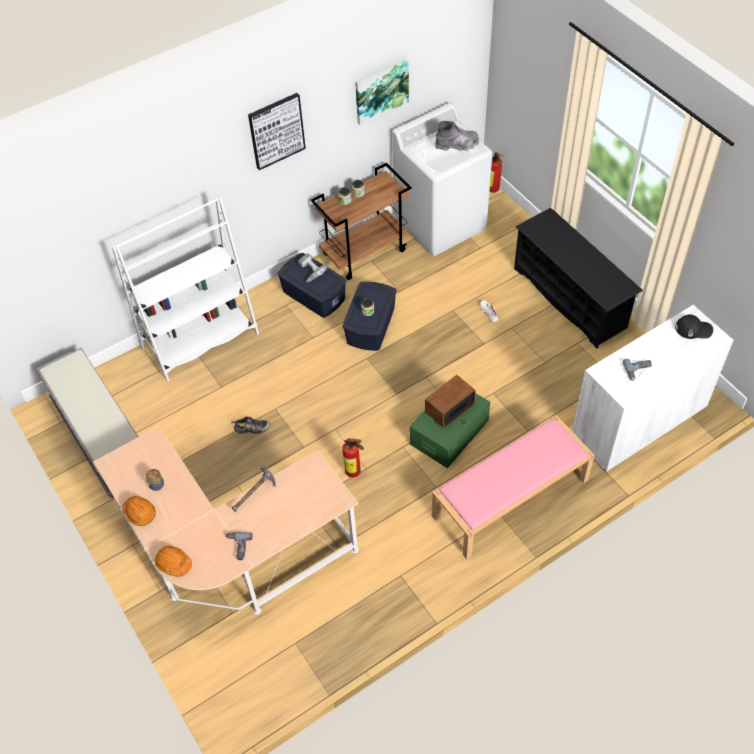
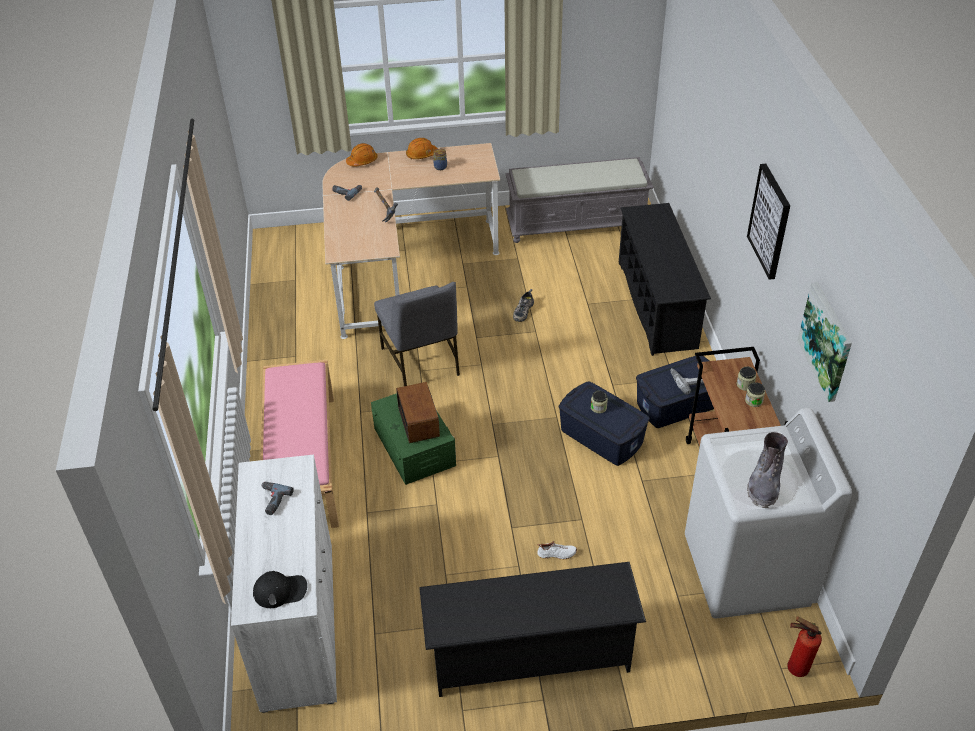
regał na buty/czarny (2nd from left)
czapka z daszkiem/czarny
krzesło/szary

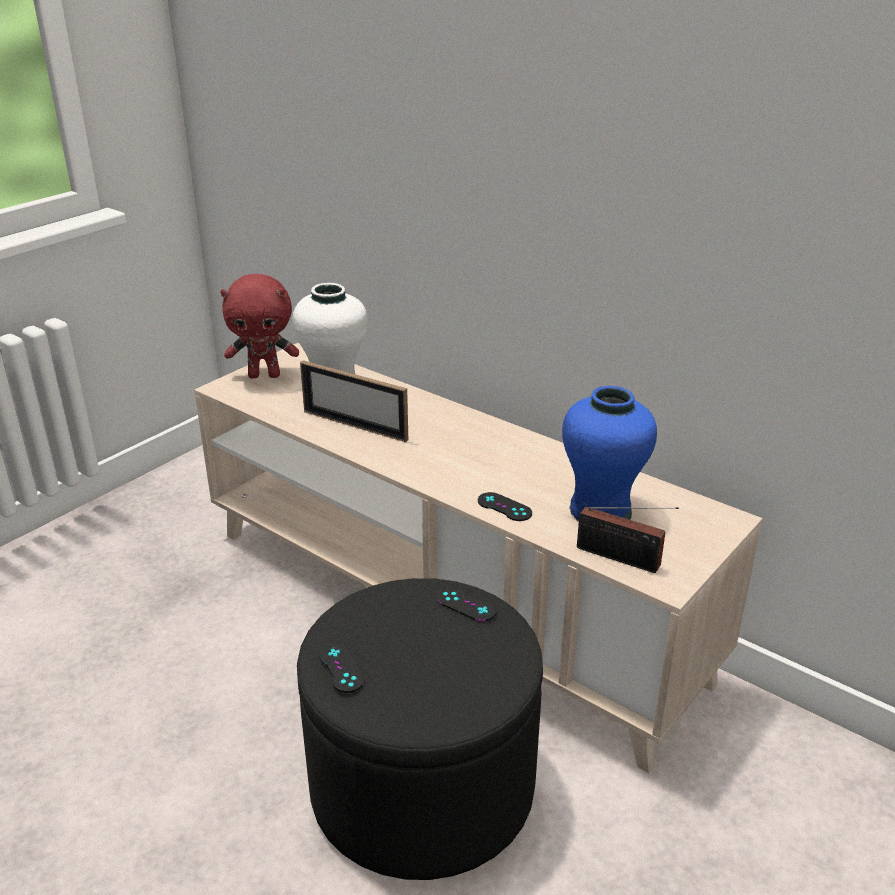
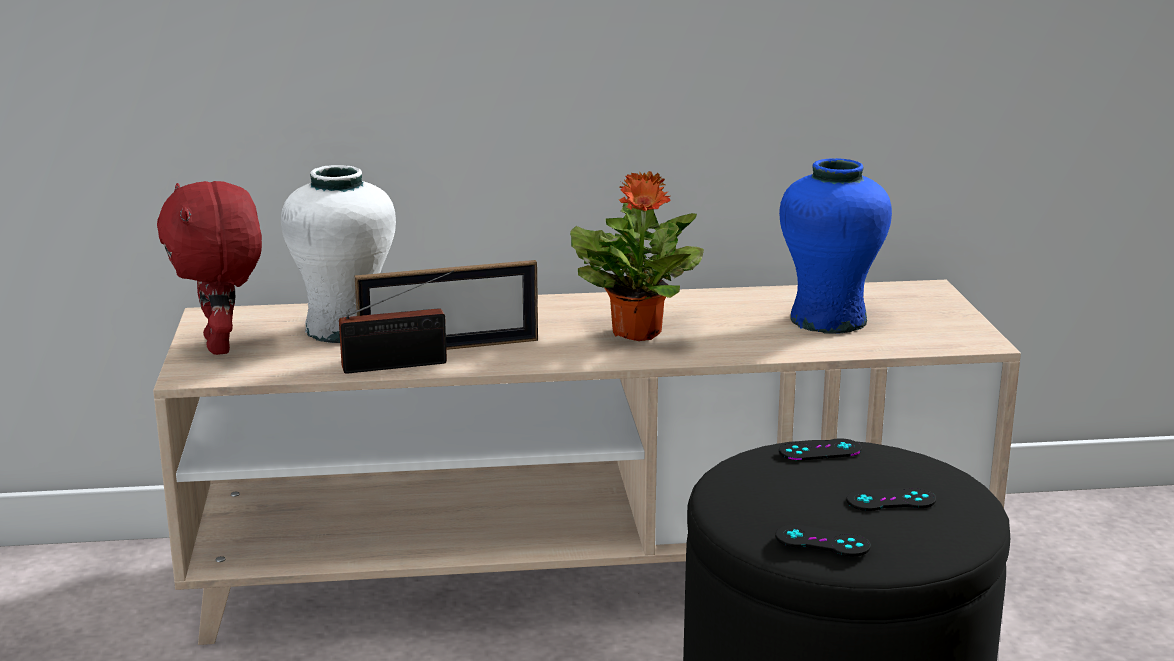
pluszak/czerwony
pad do gier/czarny (3rd from left)
radio
roślina doniczkowa

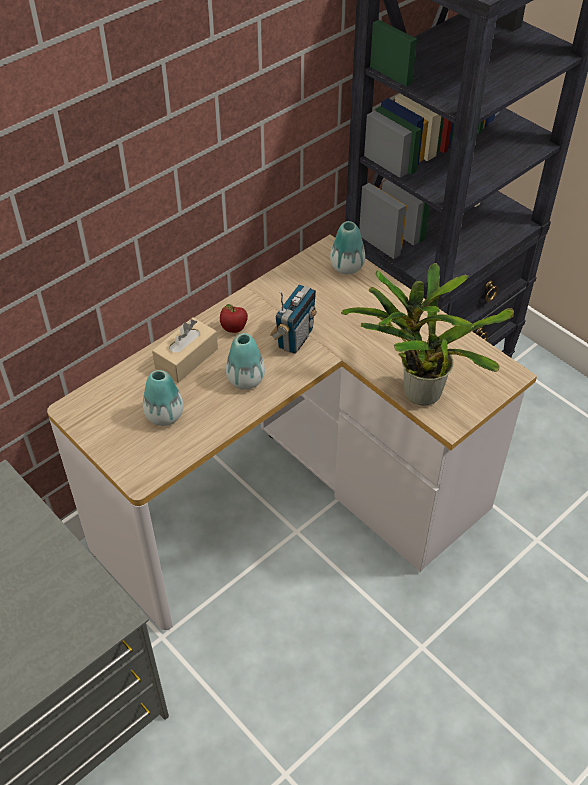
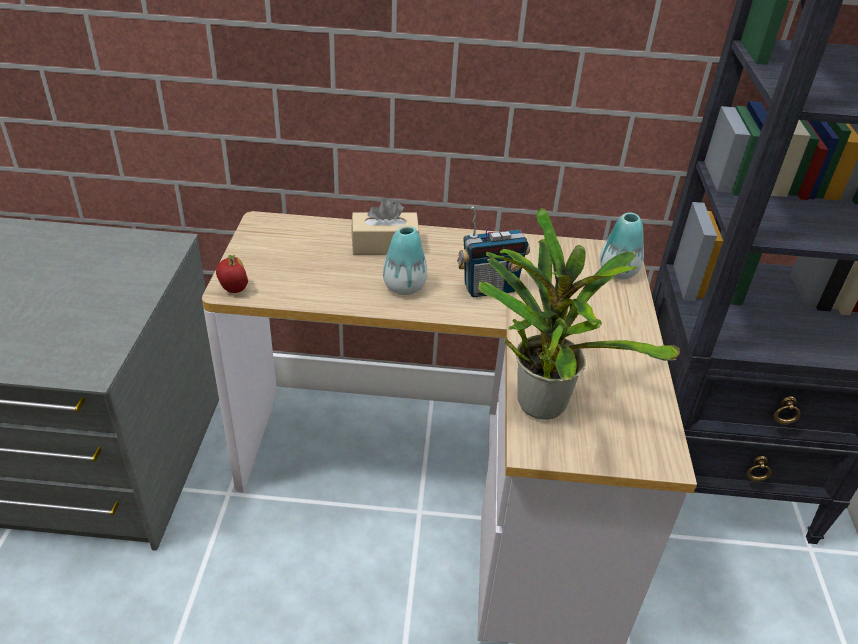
jabłko
wazon (1st from left in the first image)

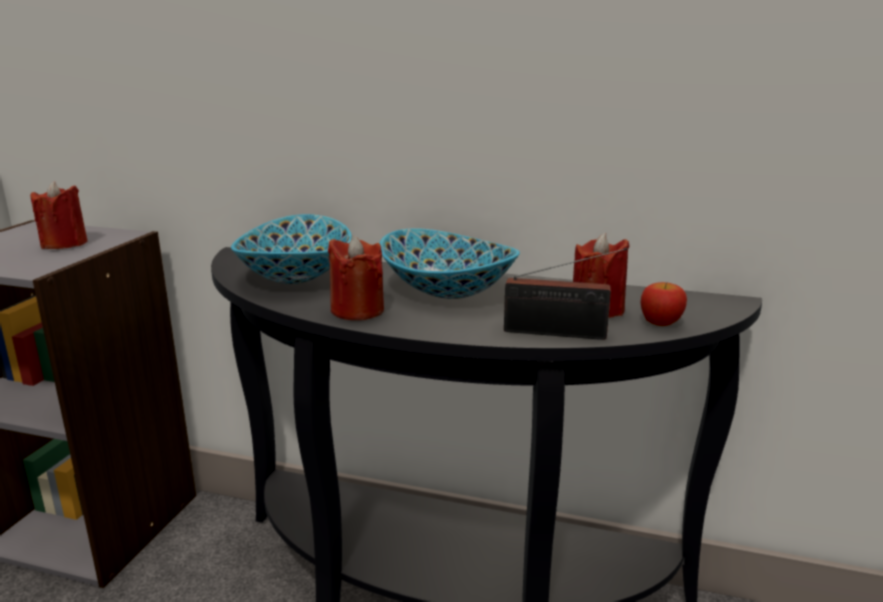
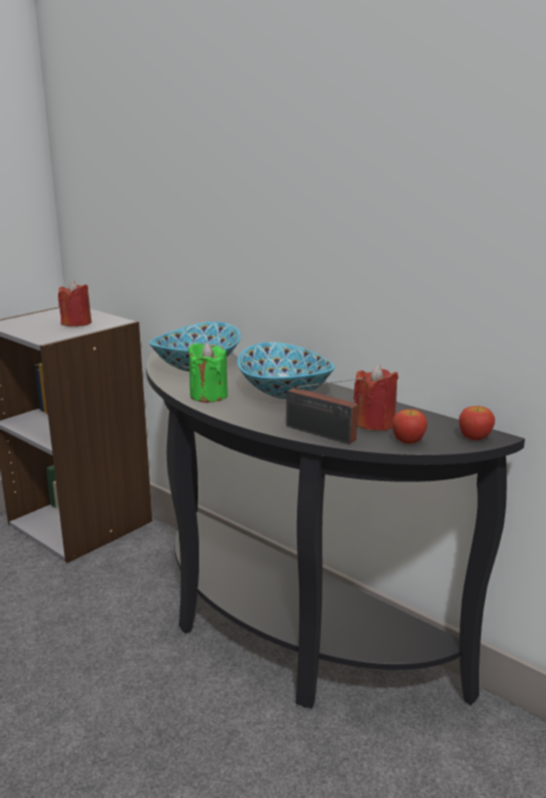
świeca/zielony
jabłko (2nd from left)

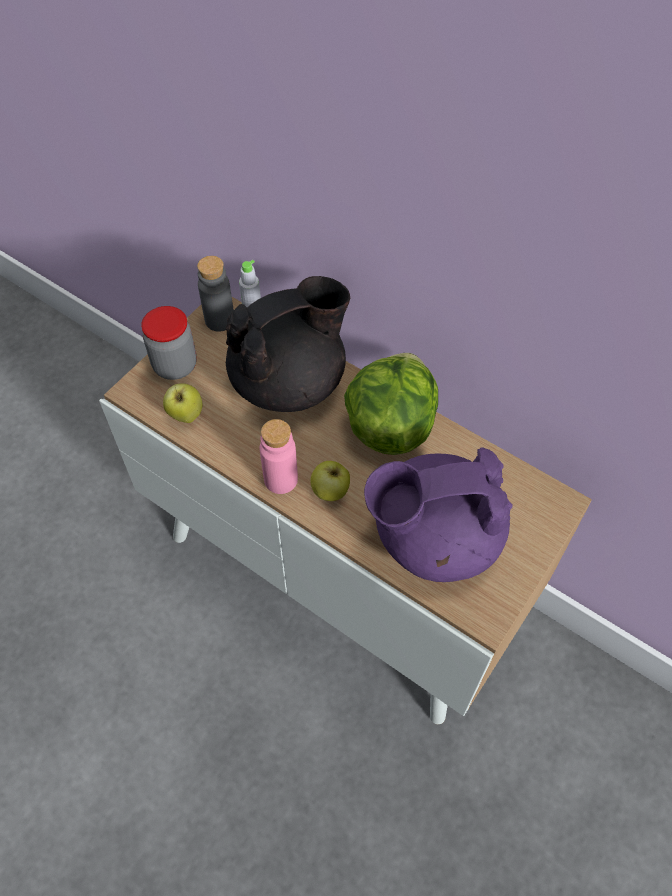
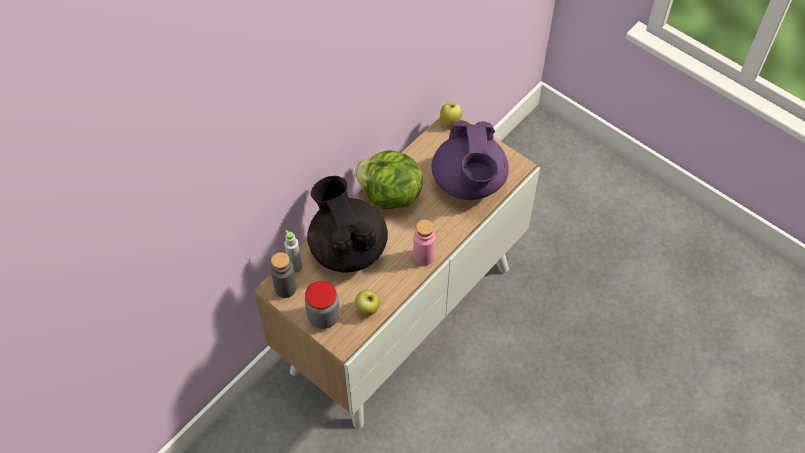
jabłko (2nd from left)

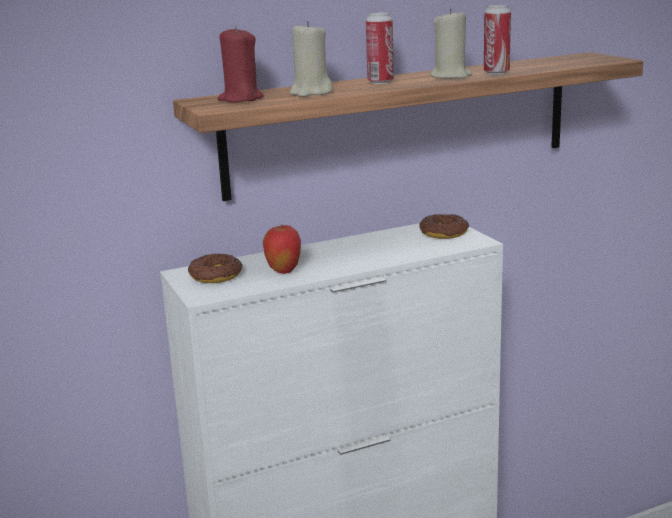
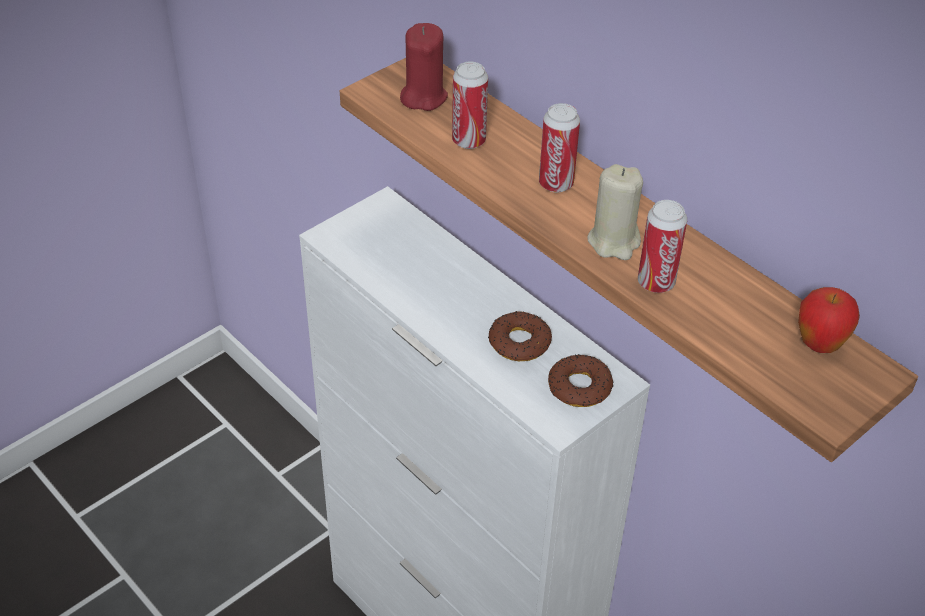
puszka (1st from left)
jabłko
donut (1st from left)

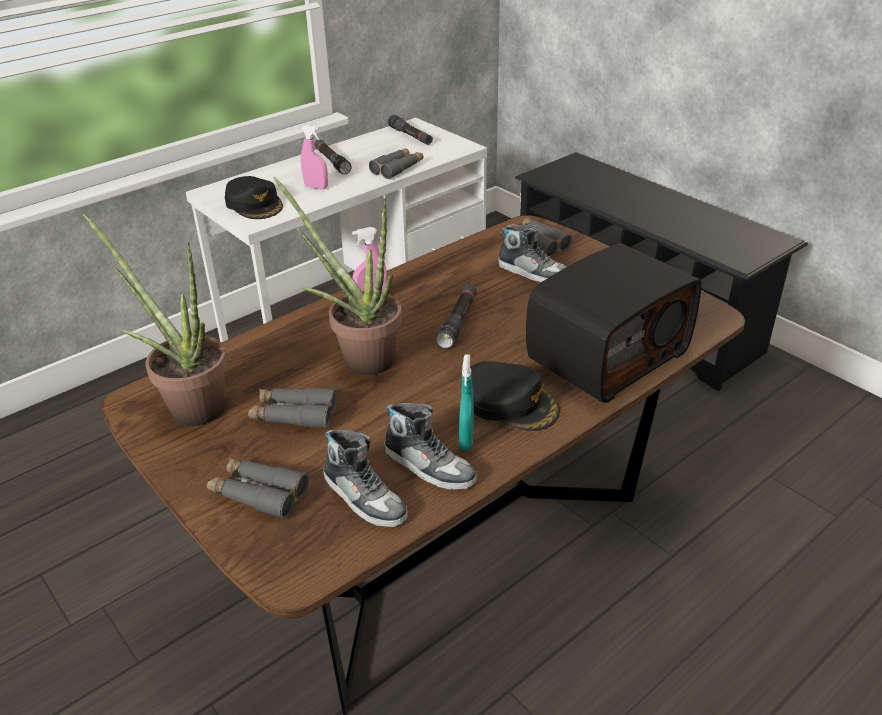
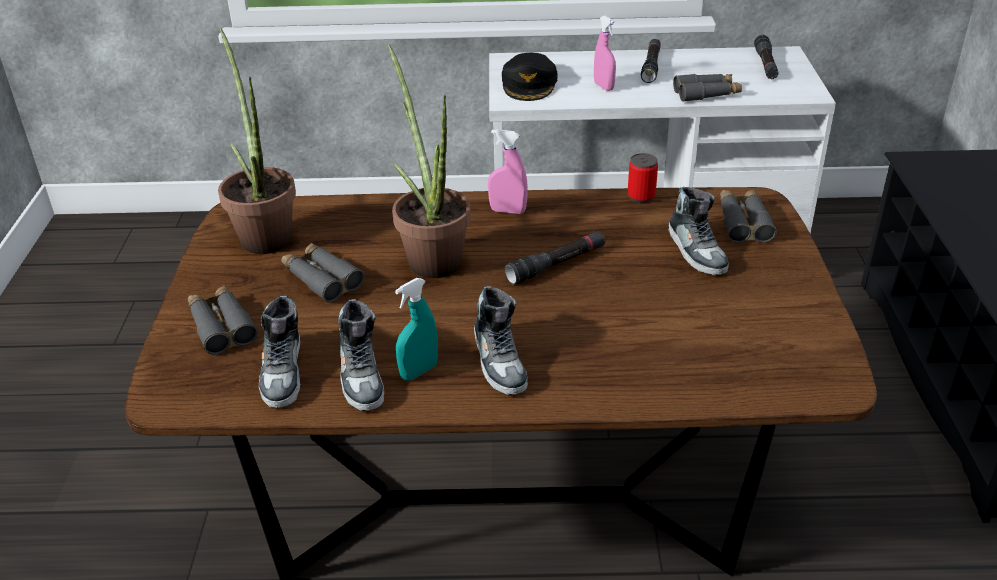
radio
but (3rd from left)
puszka

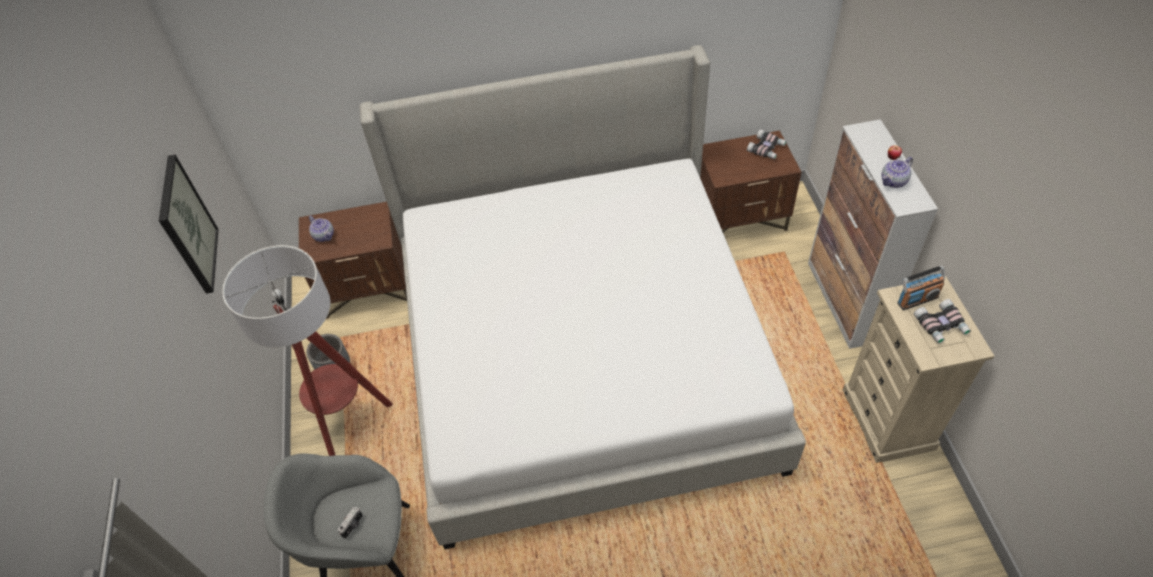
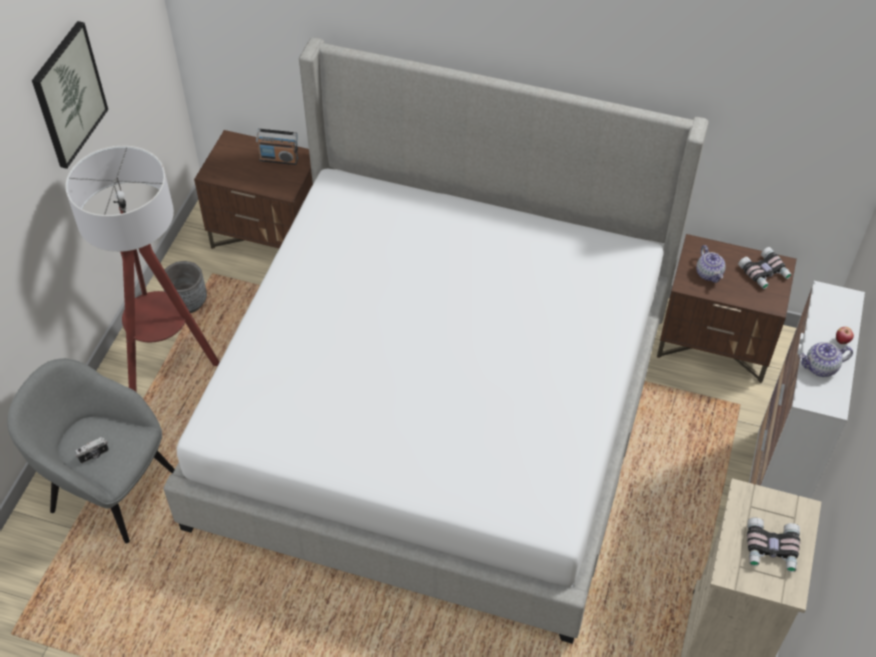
imbryk (1st from left)
radio

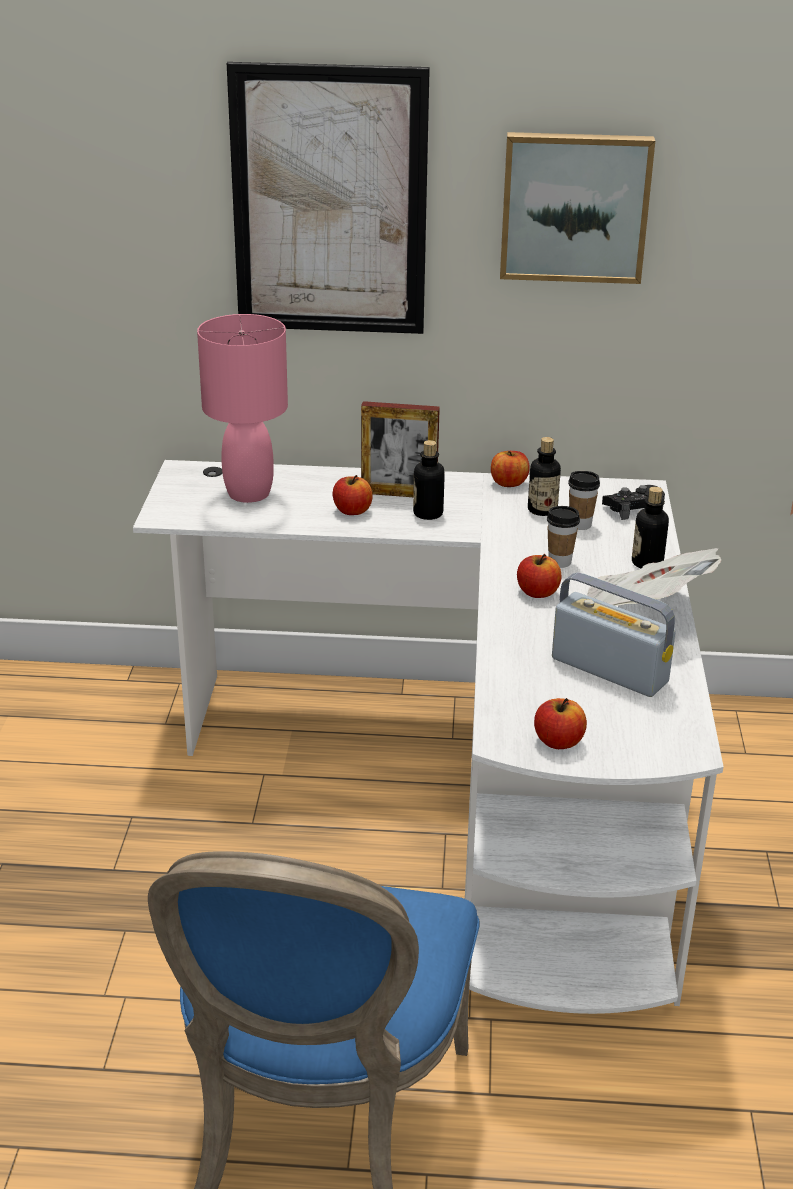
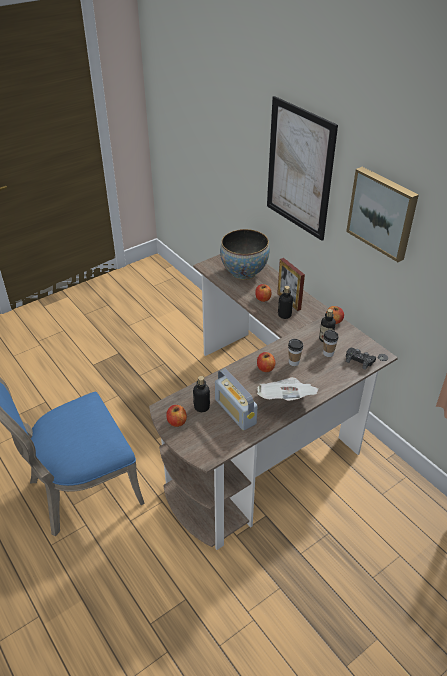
miska
biurko/brązowy
butelka (1st from left)
radio

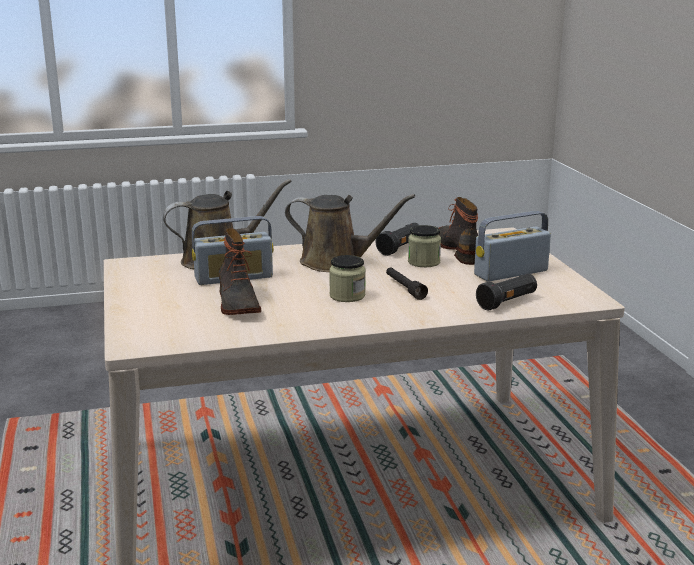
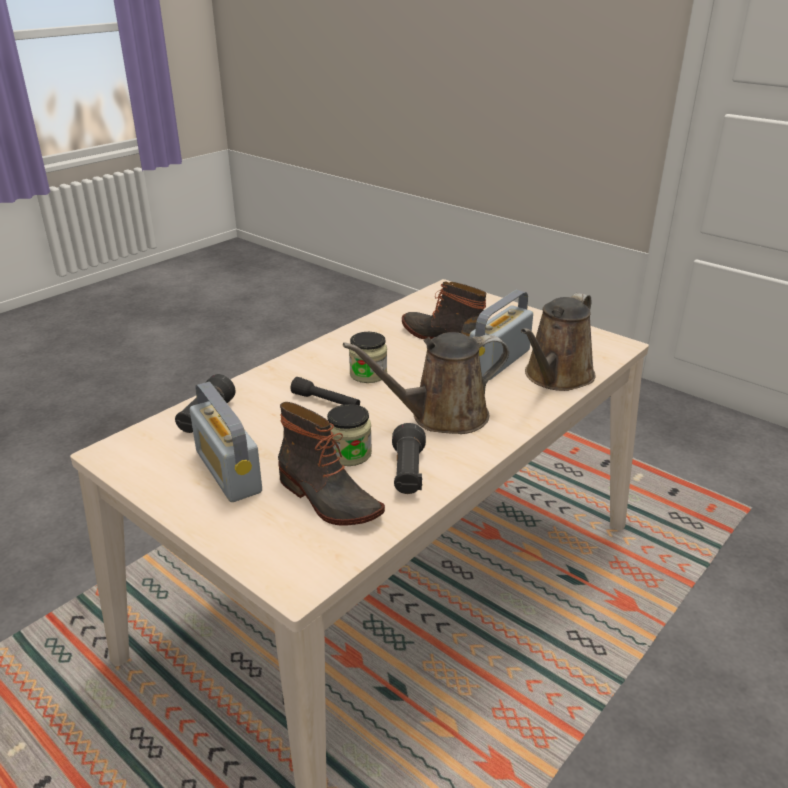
radio (1st from left)

